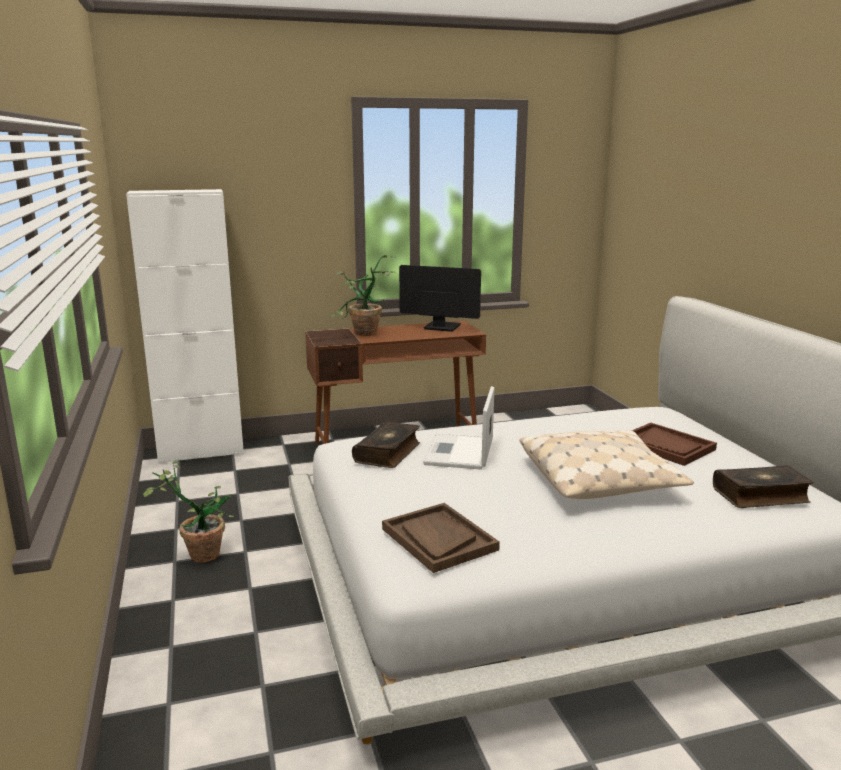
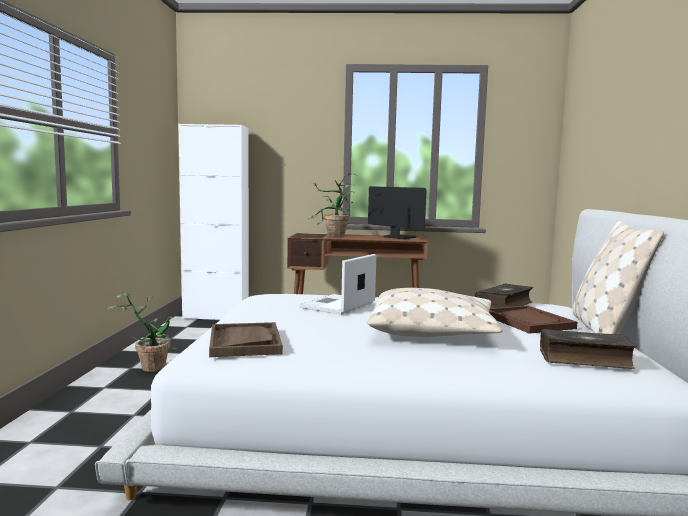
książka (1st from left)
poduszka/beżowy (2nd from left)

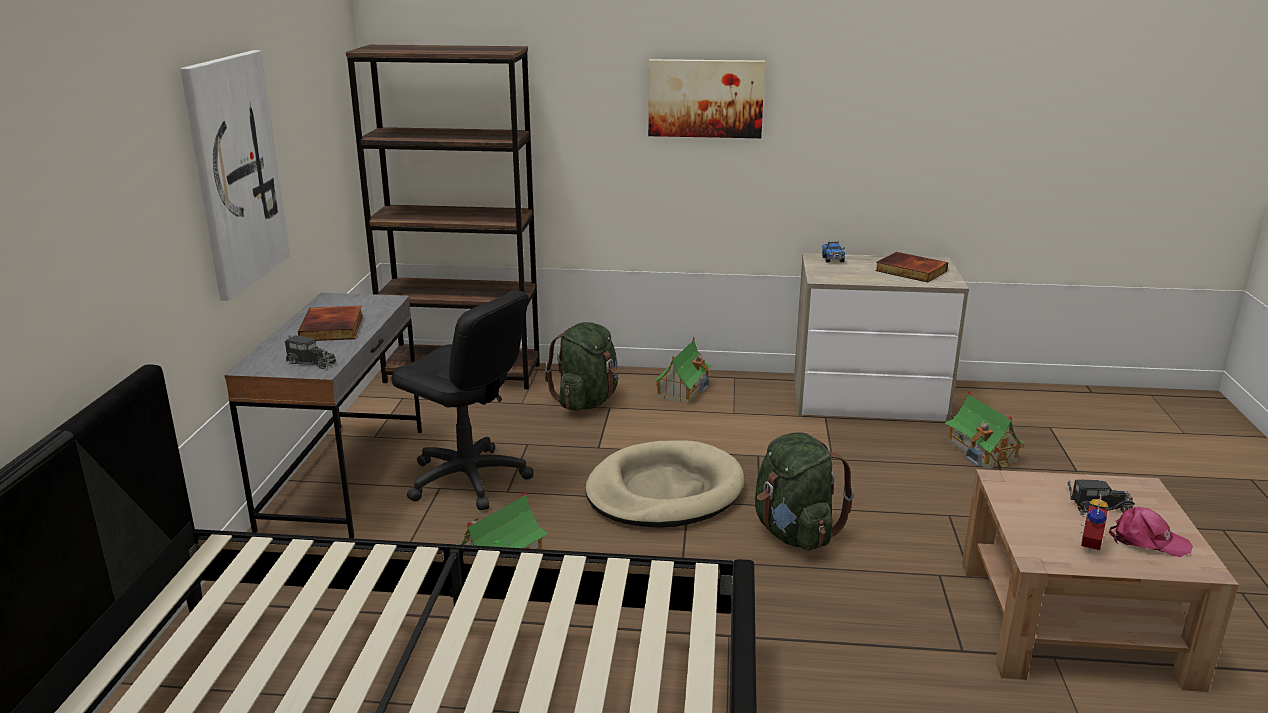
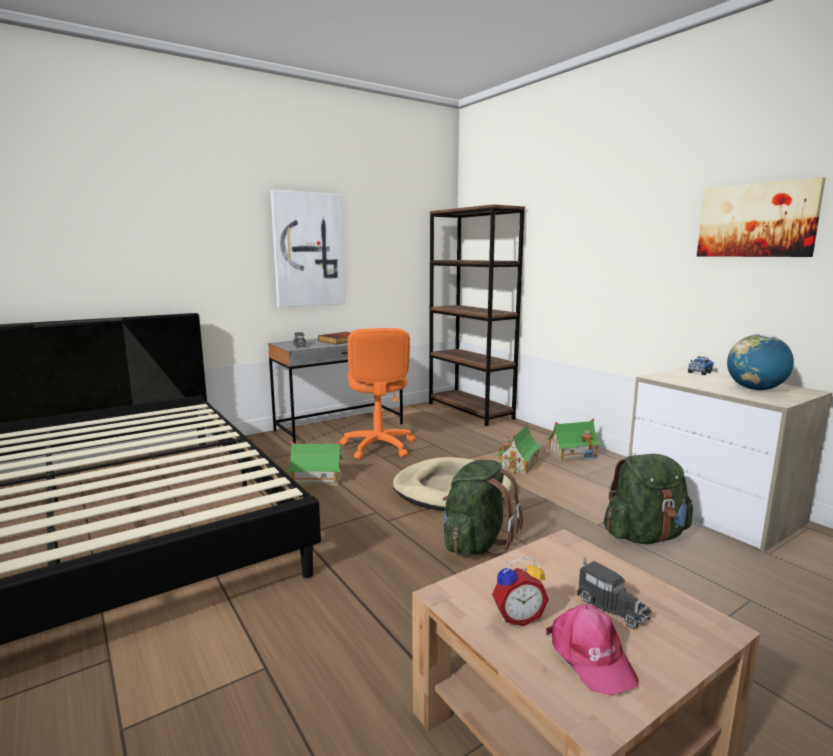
obraz (2nd from left)
globus
krzesło biurowe/pomarańczowy
plecak/zielony (2nd from left)
domek (2nd from left)

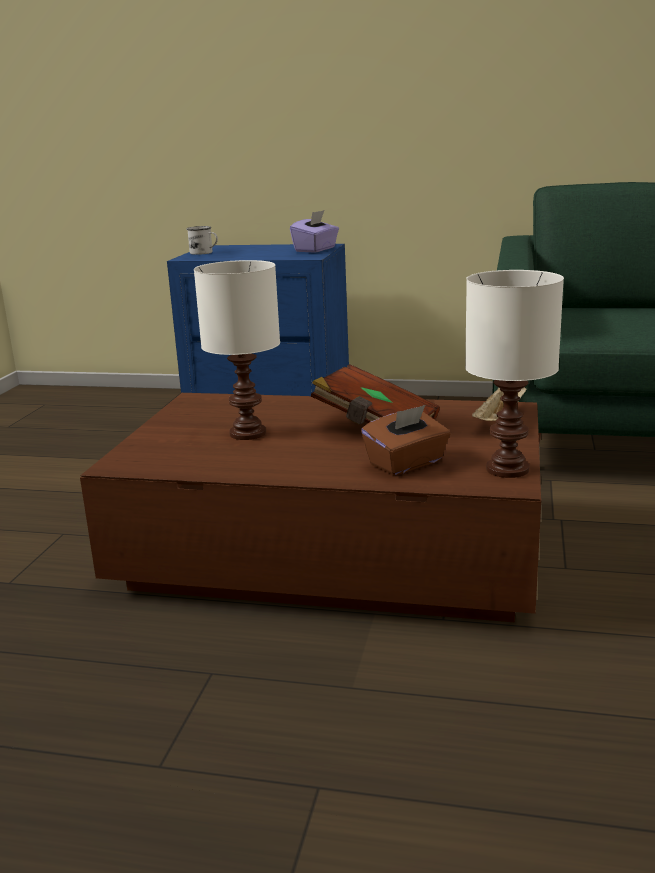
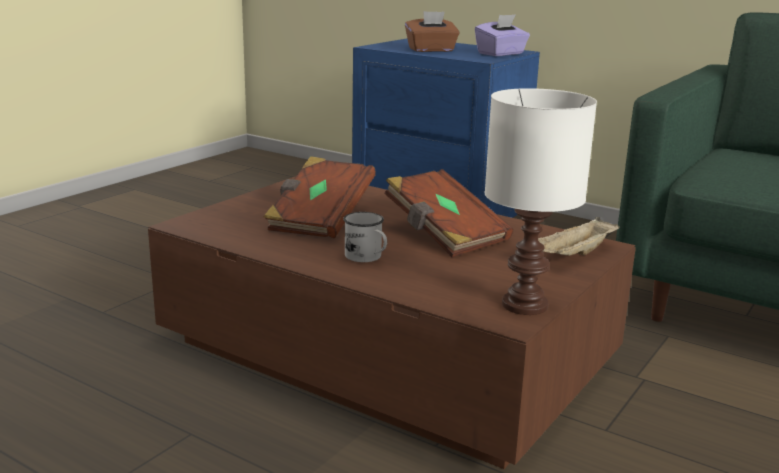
kubek/biały
książka/brązowy (1st from left)
pudełko chusteczek/brązowy

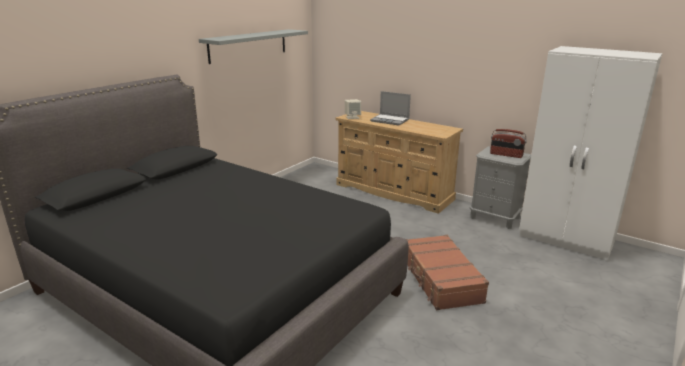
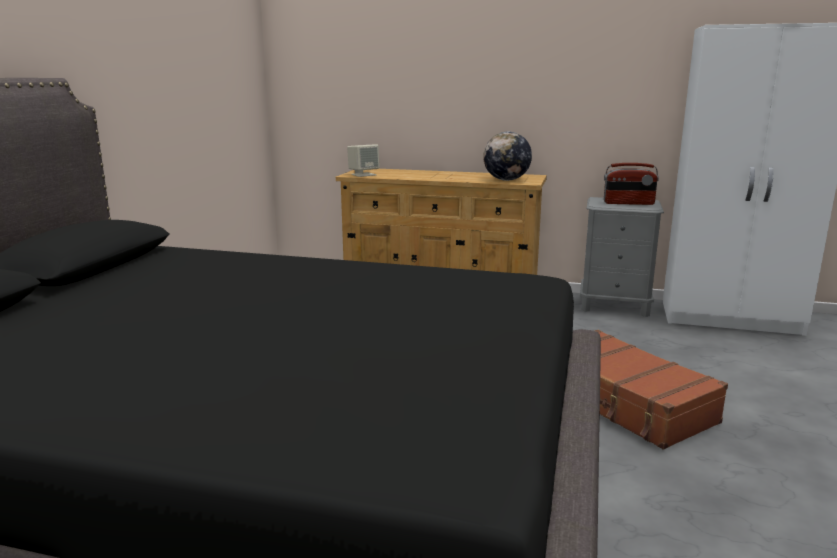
półka/szary
laptop
globus

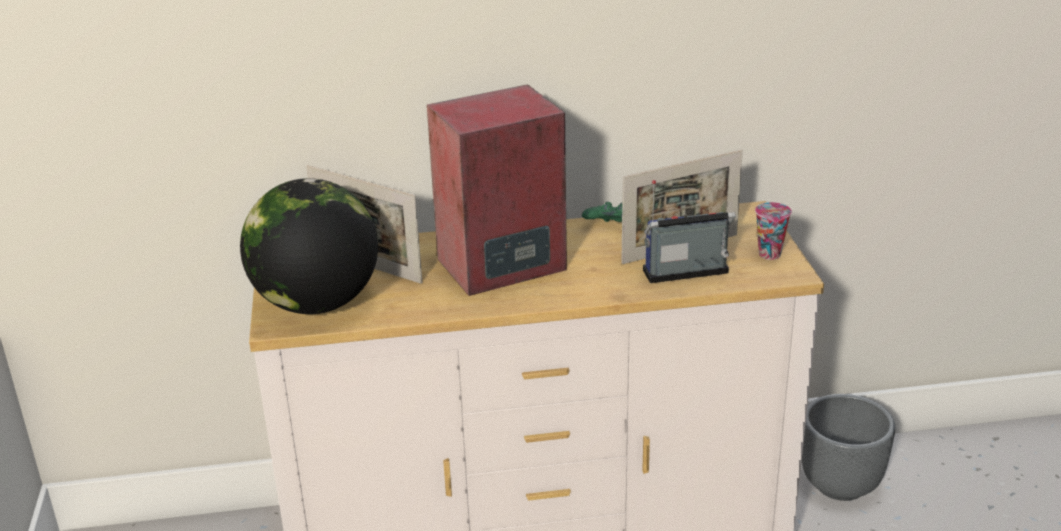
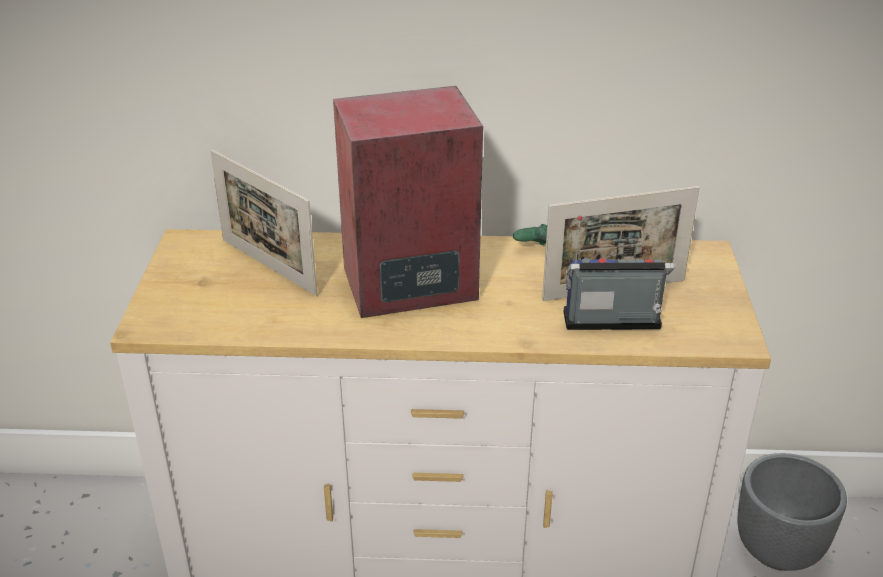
globus
filiżanka

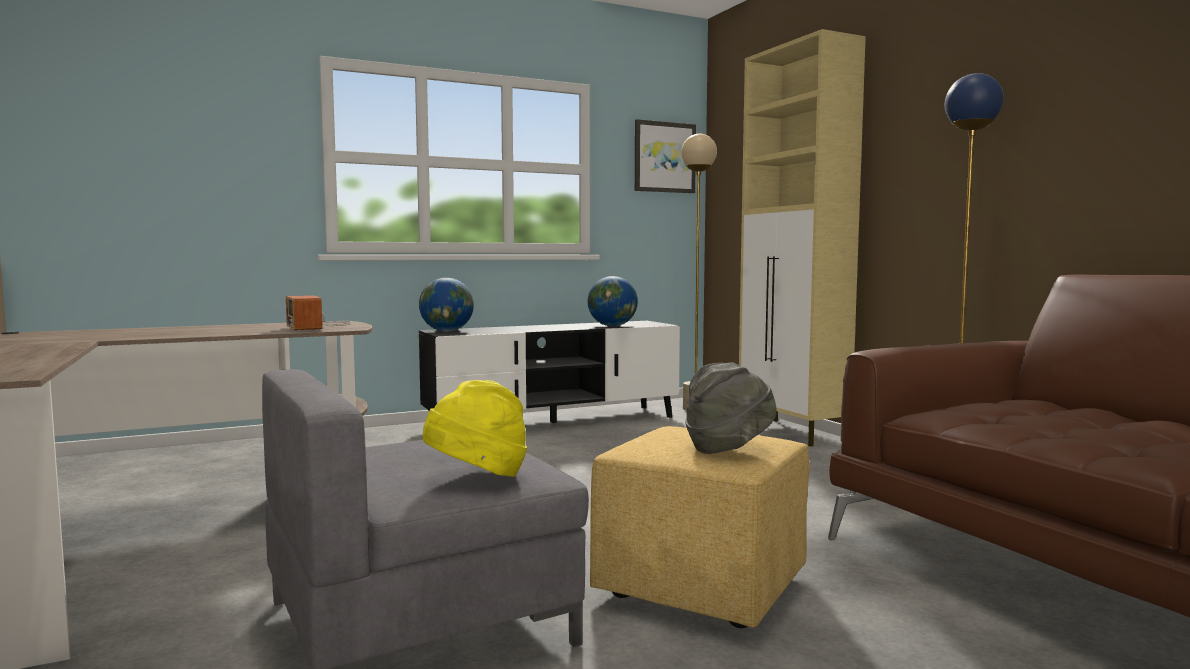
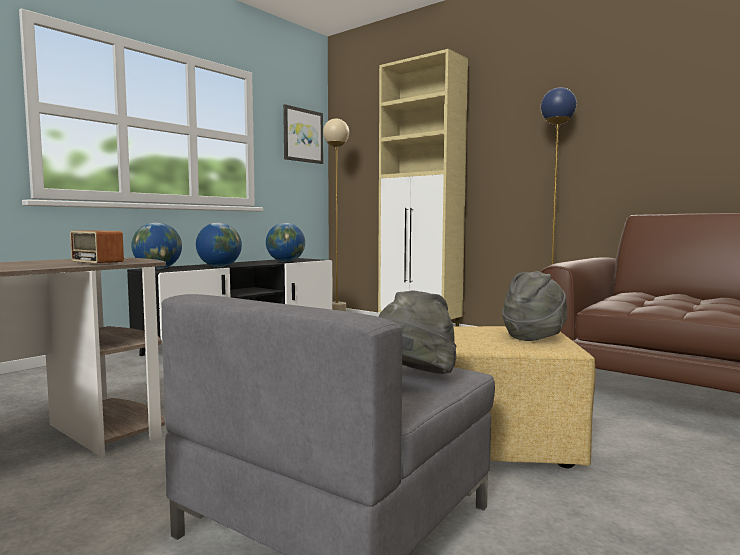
kapelusz/szary (1st from left)
globus (2nd from left)

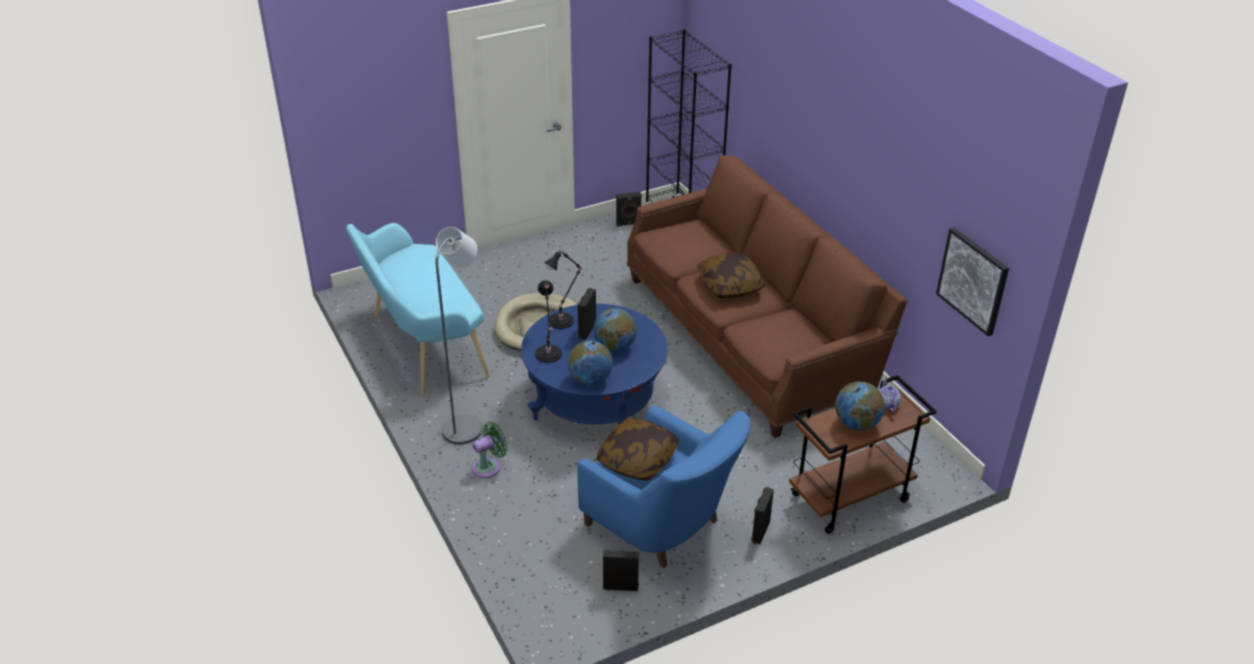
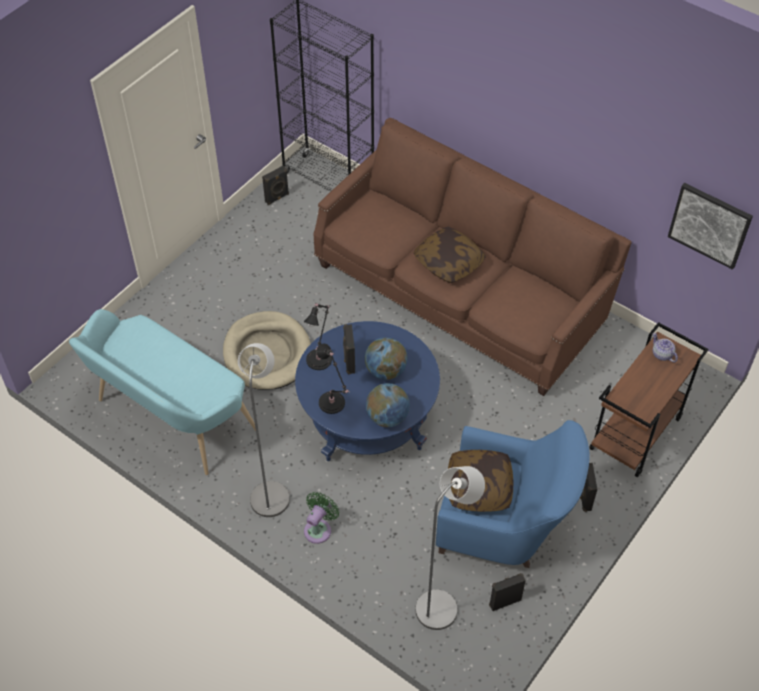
globus (3rd from left in the first image)
lampa stojąca/szary (2nd from left)

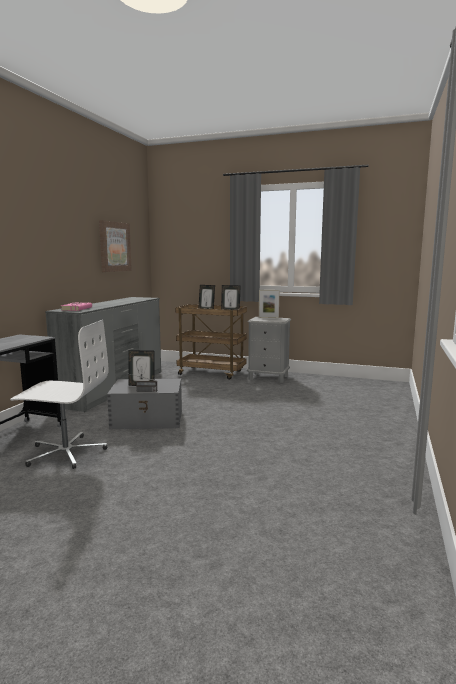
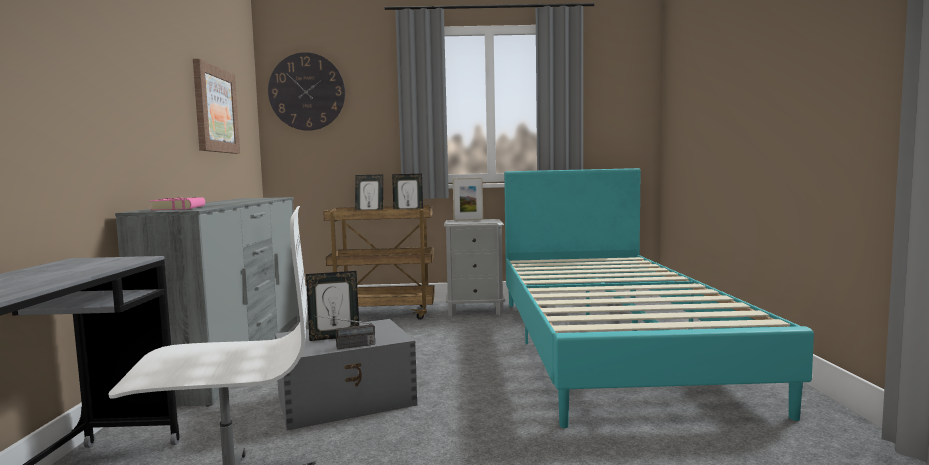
zegar ścienny
łóżko/turkusowy

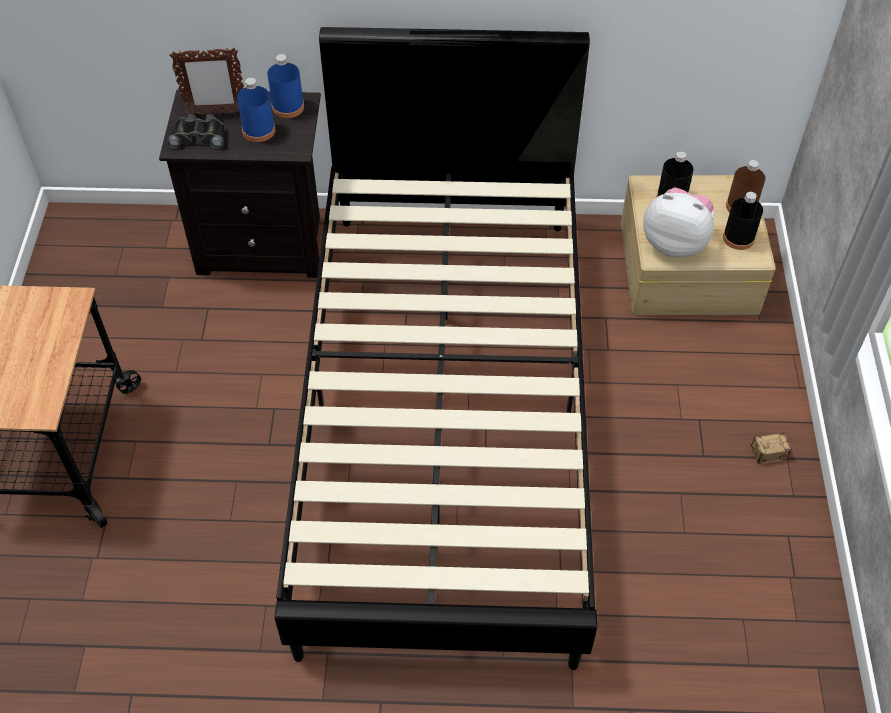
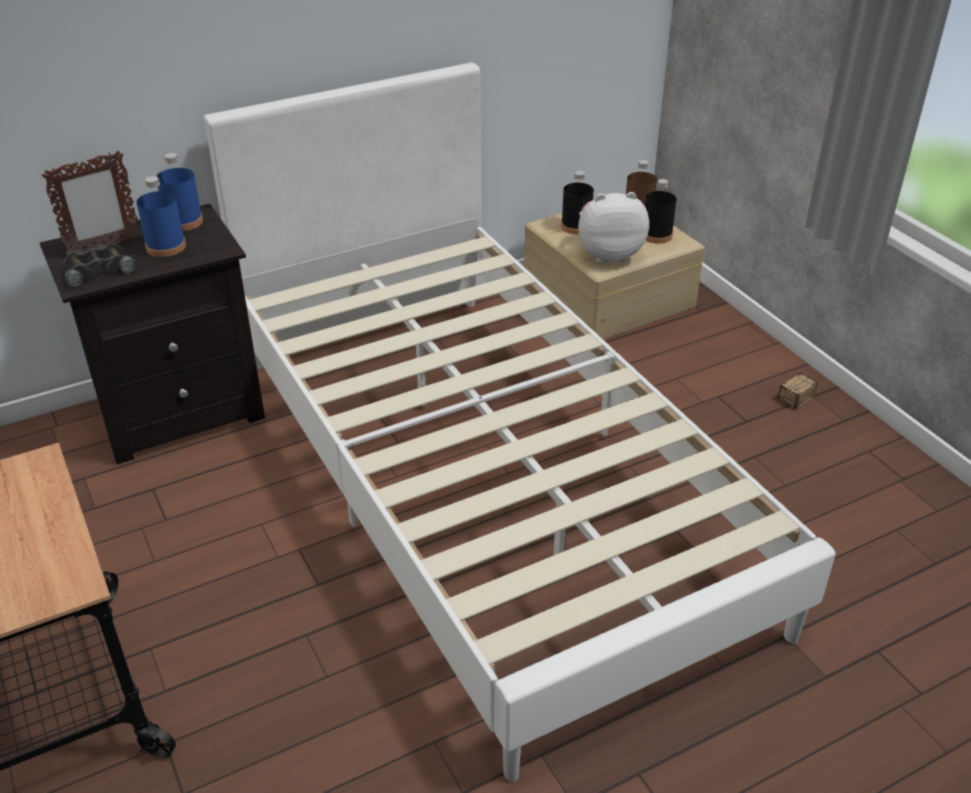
łóżko/biały

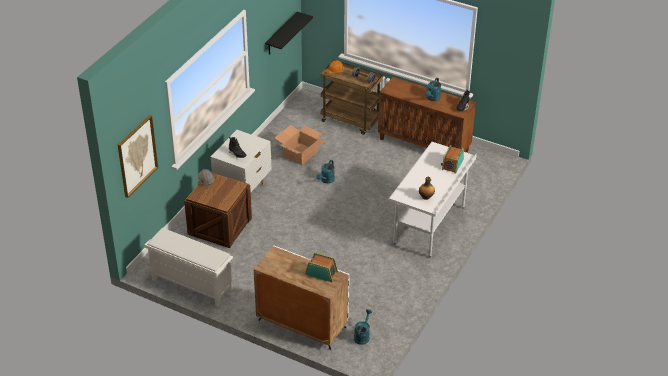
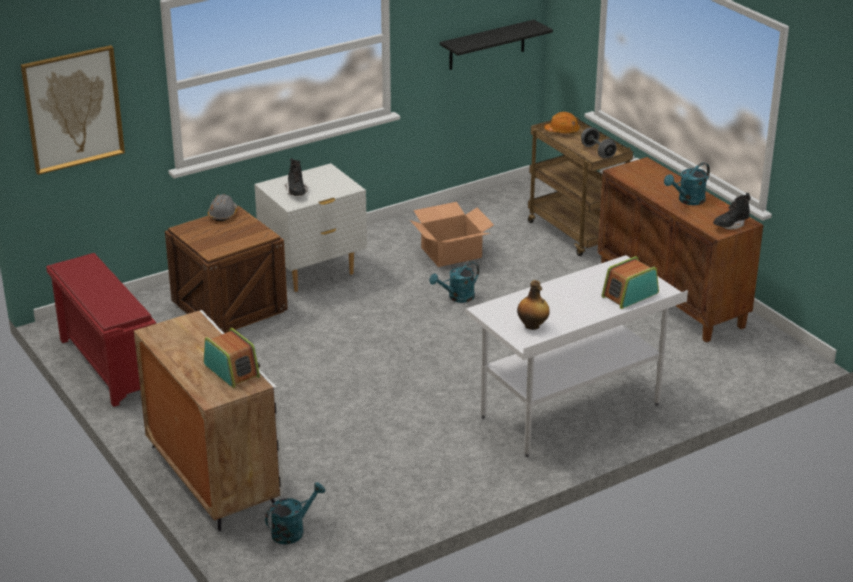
regał na buty/czerwony

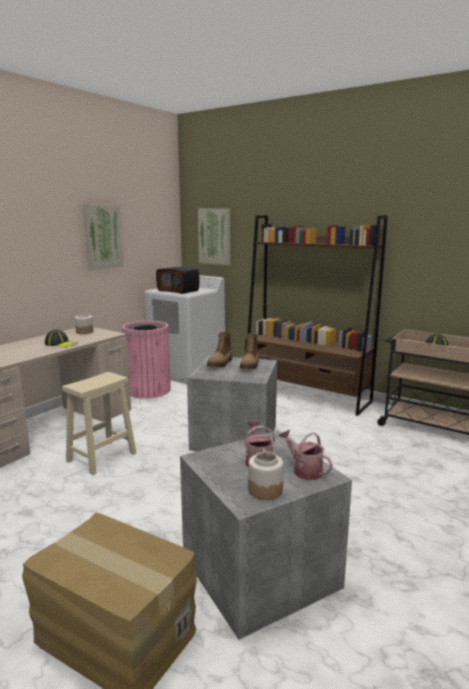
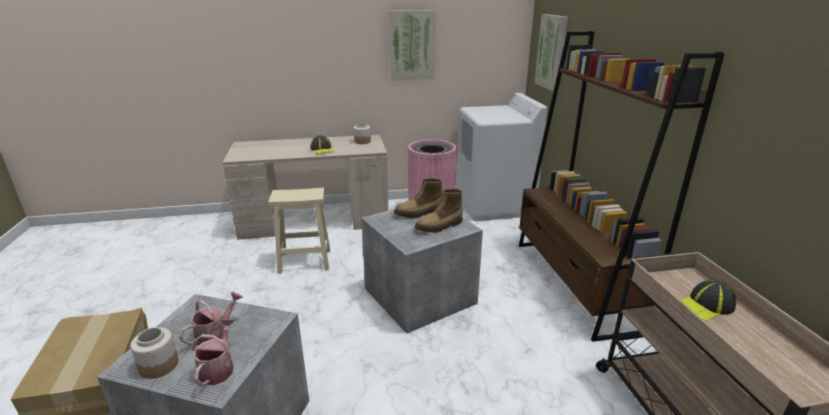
radio

